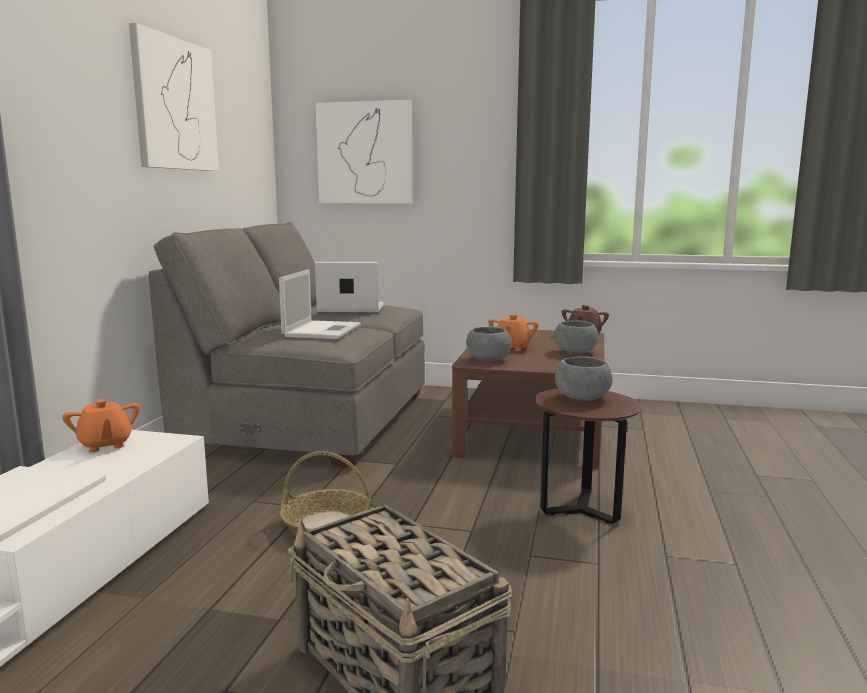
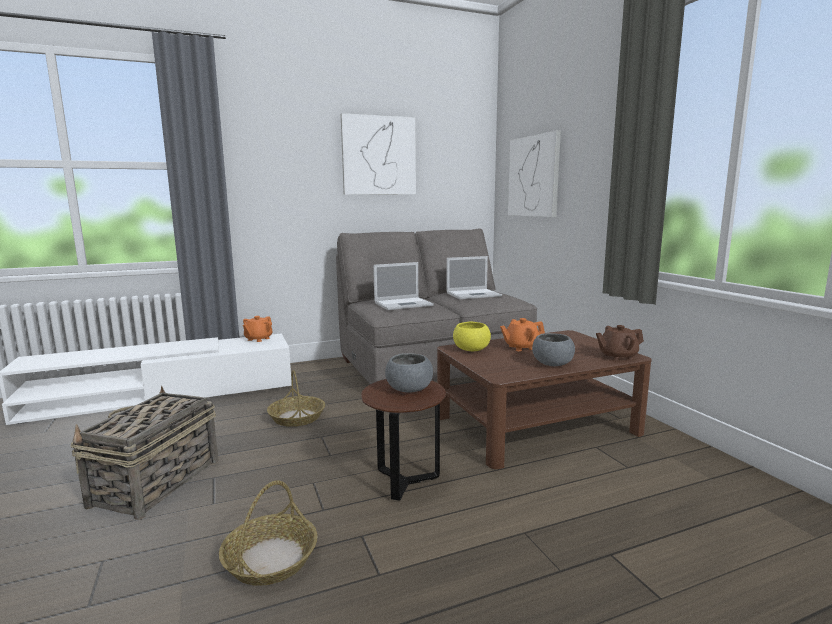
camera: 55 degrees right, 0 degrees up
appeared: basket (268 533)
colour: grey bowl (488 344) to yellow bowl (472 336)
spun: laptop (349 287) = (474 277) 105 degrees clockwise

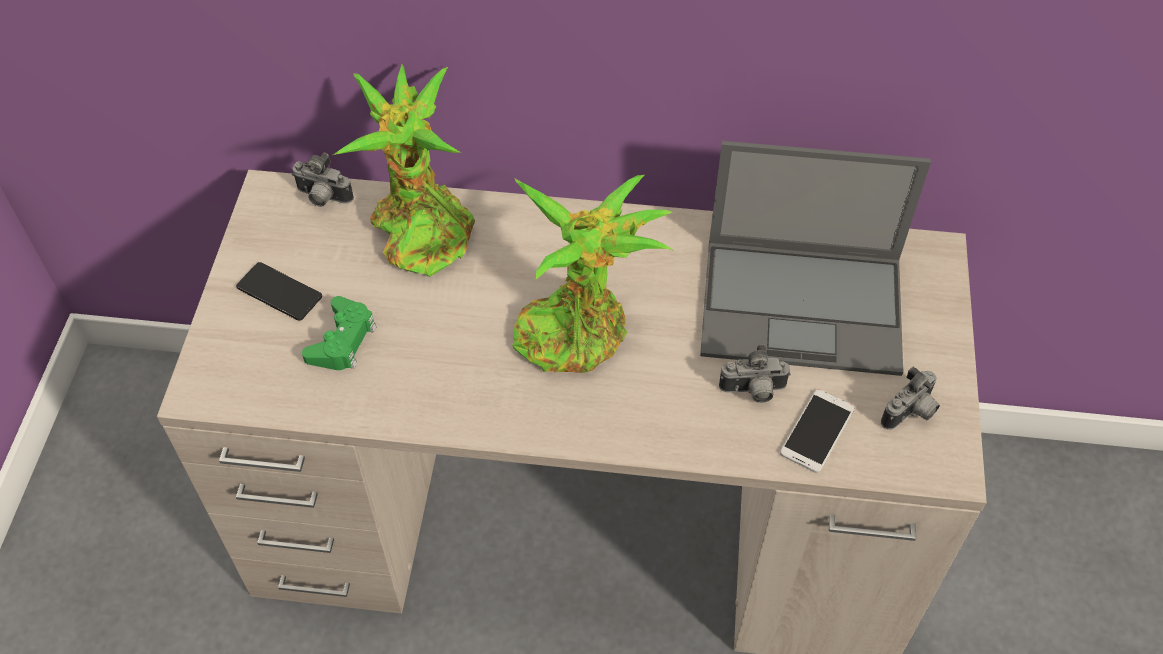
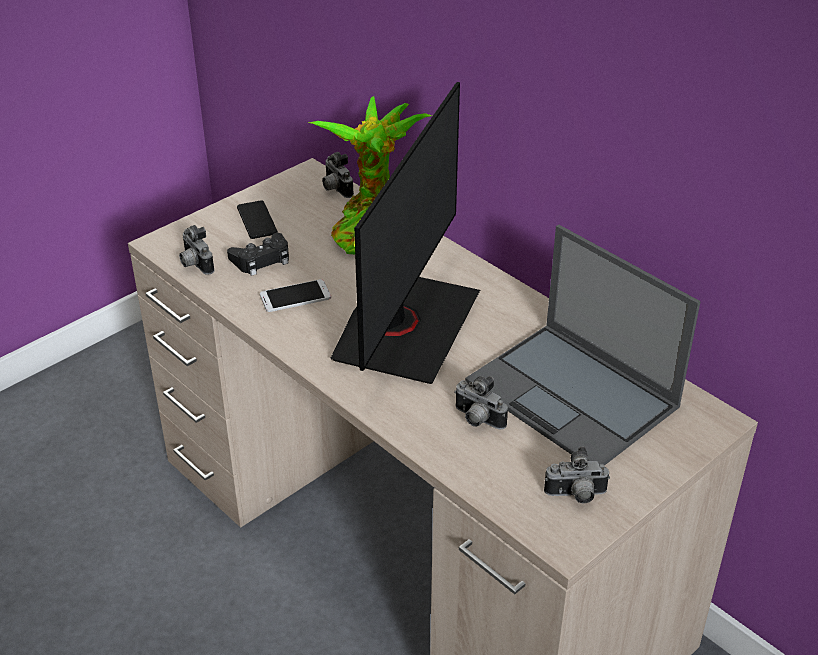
camera: 40 degrees right, 15 degrees down
appeared: photo camera (196 250)
relocated: phone (817 431) to (295 295)
exchanged: potted plant (593 274) to monitor (405 233)
colour: green game controller (339 333) to black game controller (258 254)

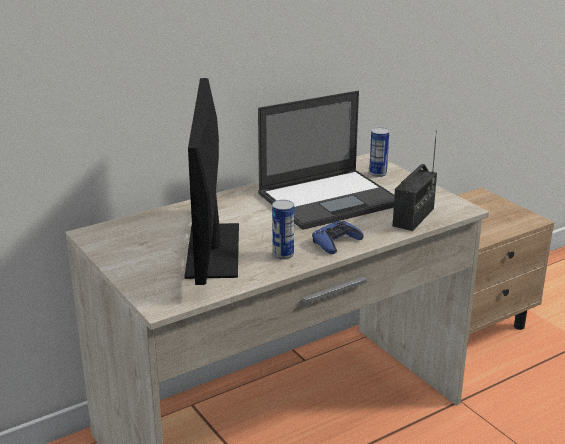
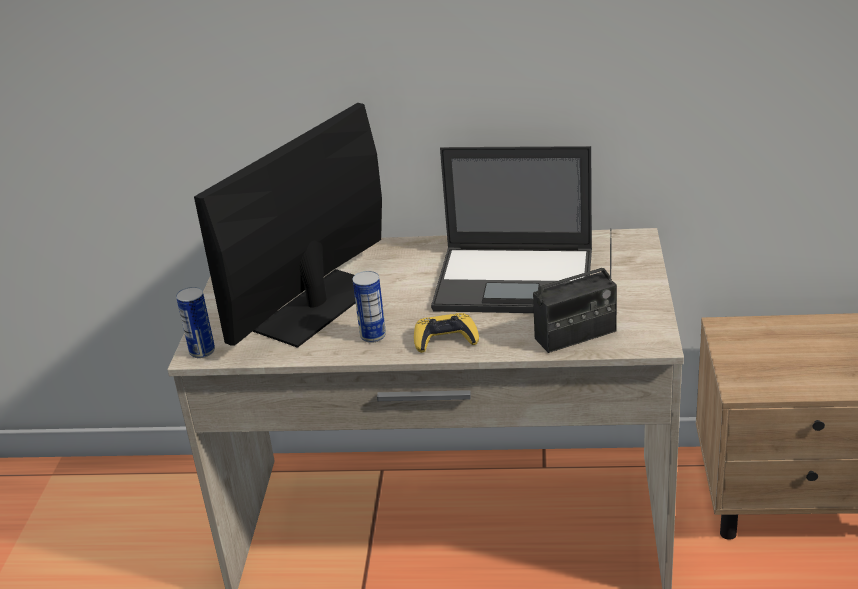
camera: 40 degrees right, 5 degrees up
relocated: can (379 152) to (195 322)
colour: blue game controller (338 237) to yellow game controller (446 333)

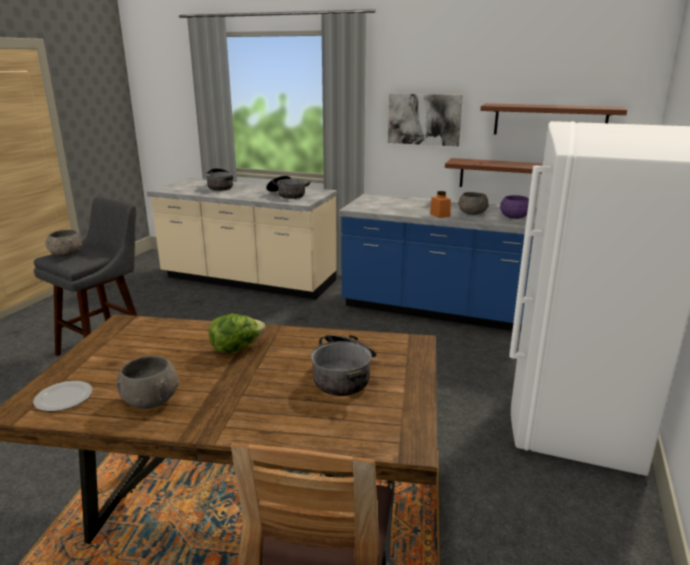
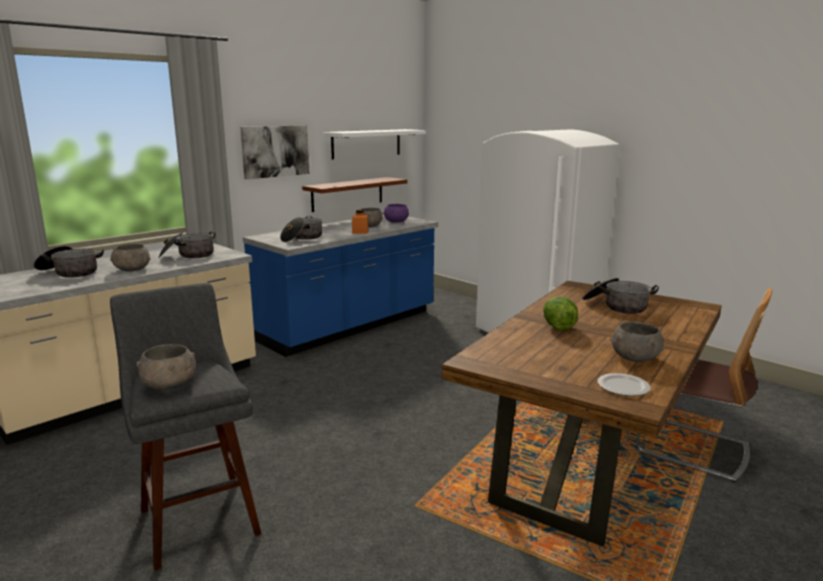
camera: 65 degrees left, 5 degrees down
appeared: grey bowl (130 258); cooking pot (301 229)
colour: brown shelf (553 119) to white shelf (374 144)

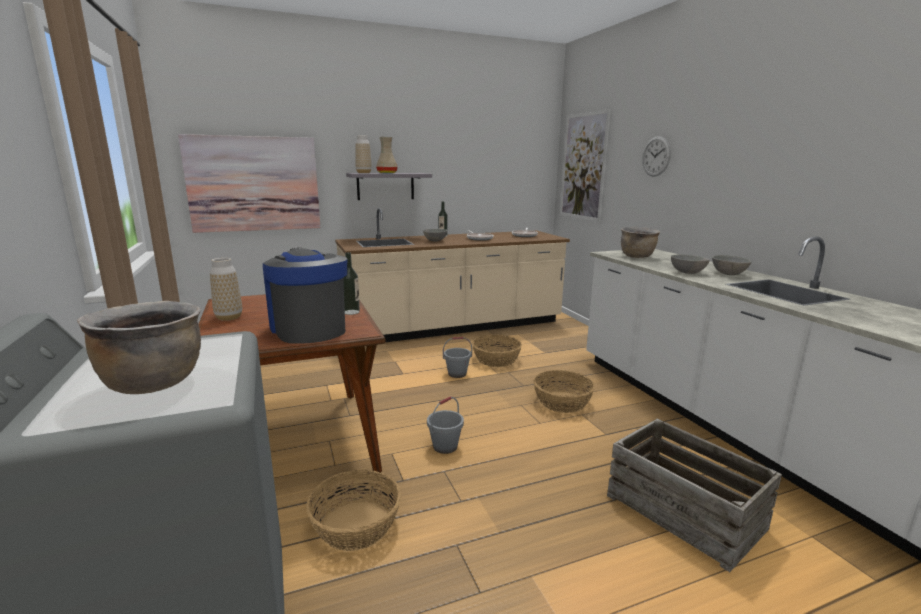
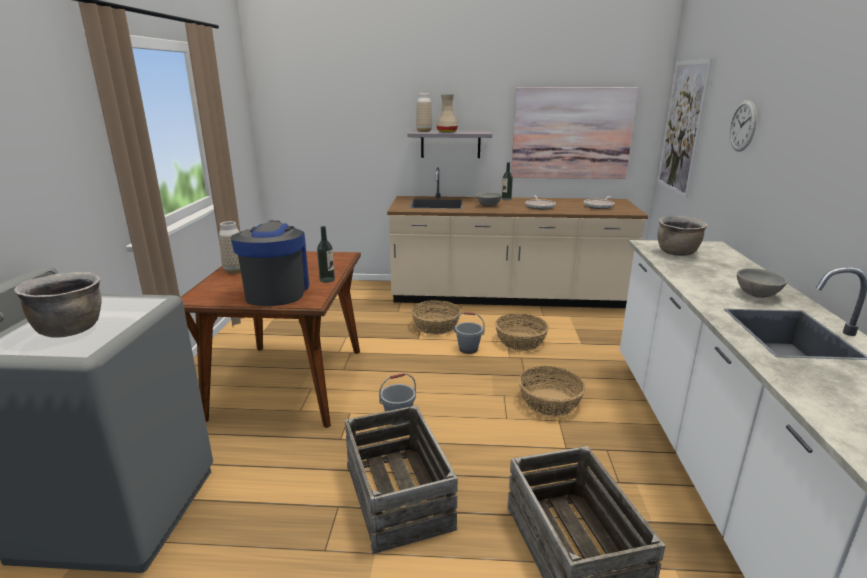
camera: 25 degrees right, 5 degrees up
missing: grey bowl (690 264)
appeared: crate (401 479)
relocated: picture (249 183) to (574 133); basket (353 510) to (436 317)

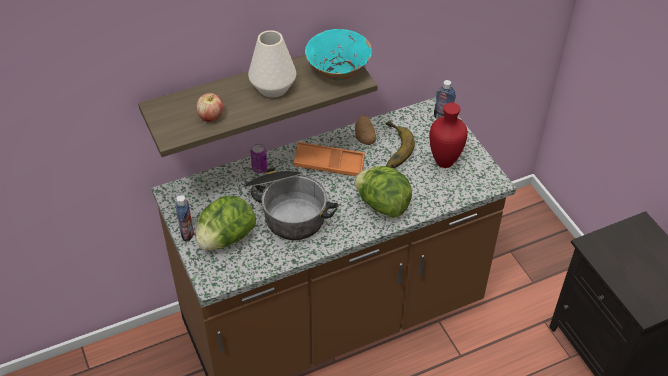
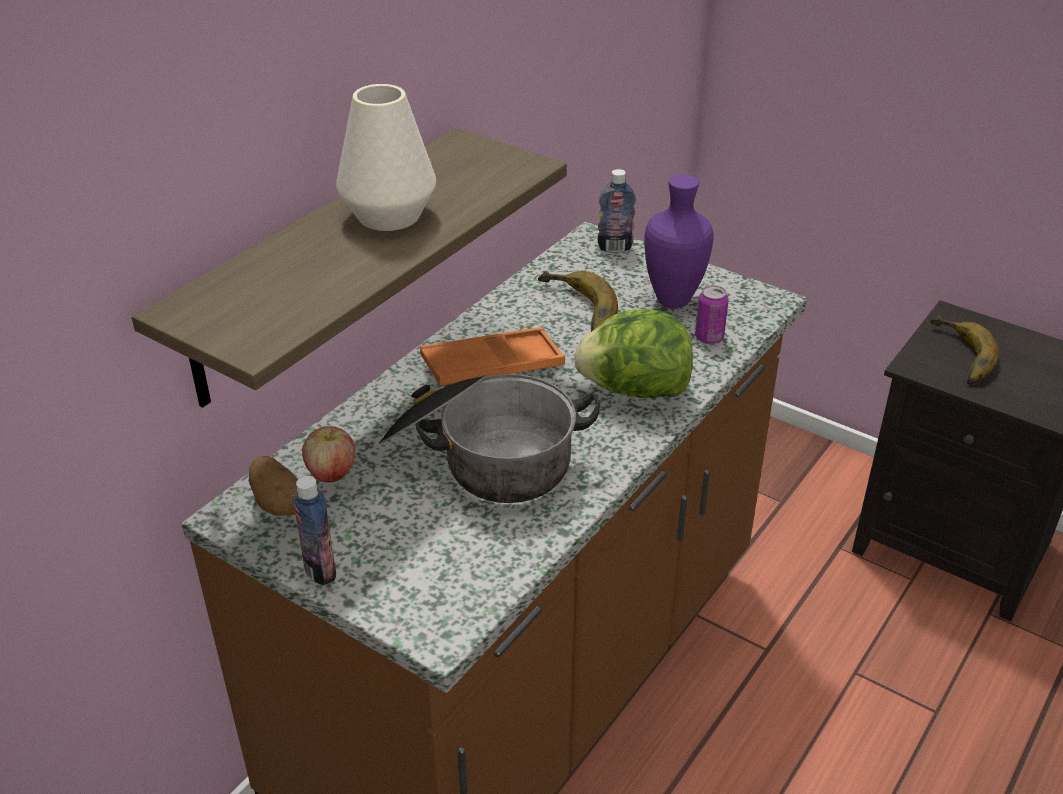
camera: 30 degrees left, 10 degrees down
missing: lettuce (226 223); turquoise bowl (338 55)
appeared: banana (964 350)
relocated: apple (209 107) to (328 454); can (259 158) to (712 314); potato (365 130) to (273 486)
colour: red vase (448 135) to purple vase (679 241)

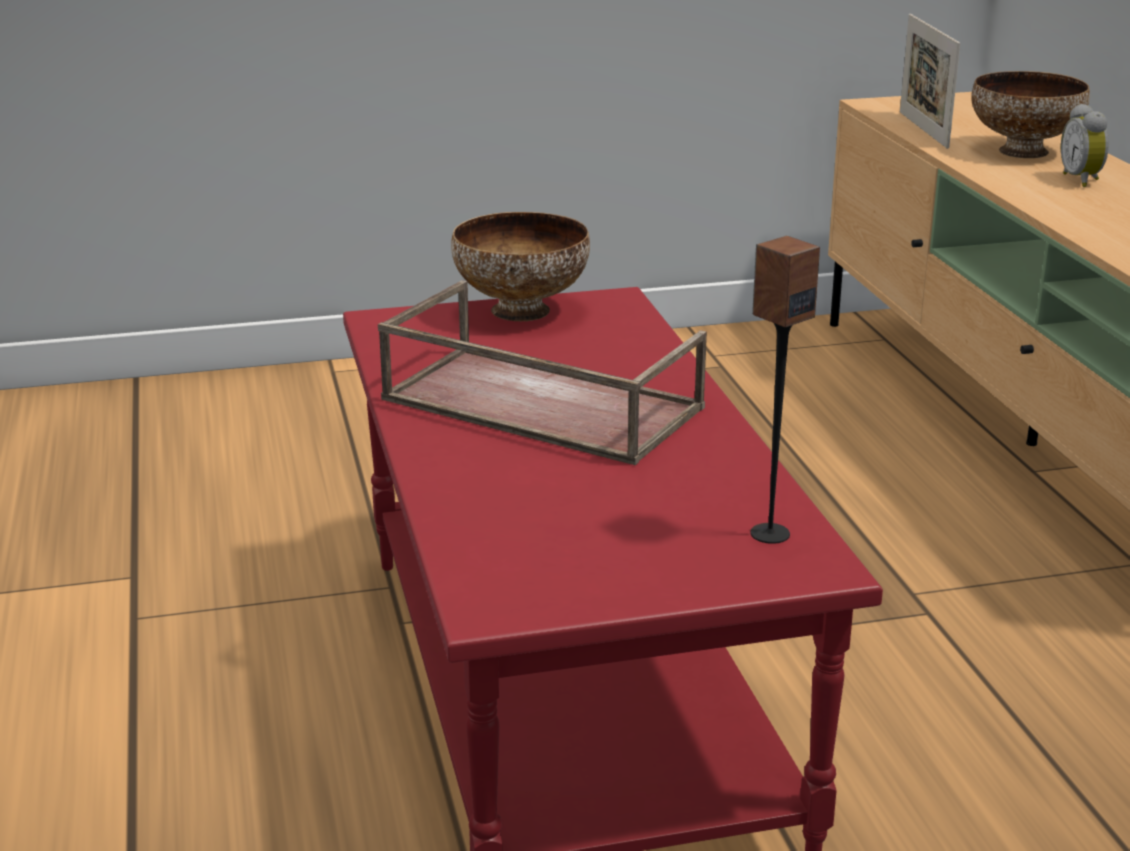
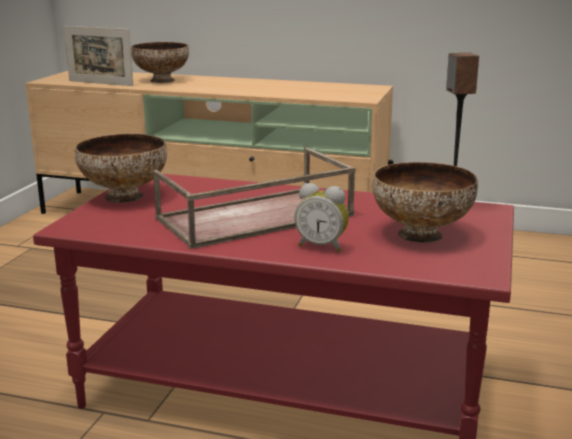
camera: 60 degrees left, 5 degrees down
appeared: bowl (425 202)
relocated: alarm clock (1085 145) to (321 217)

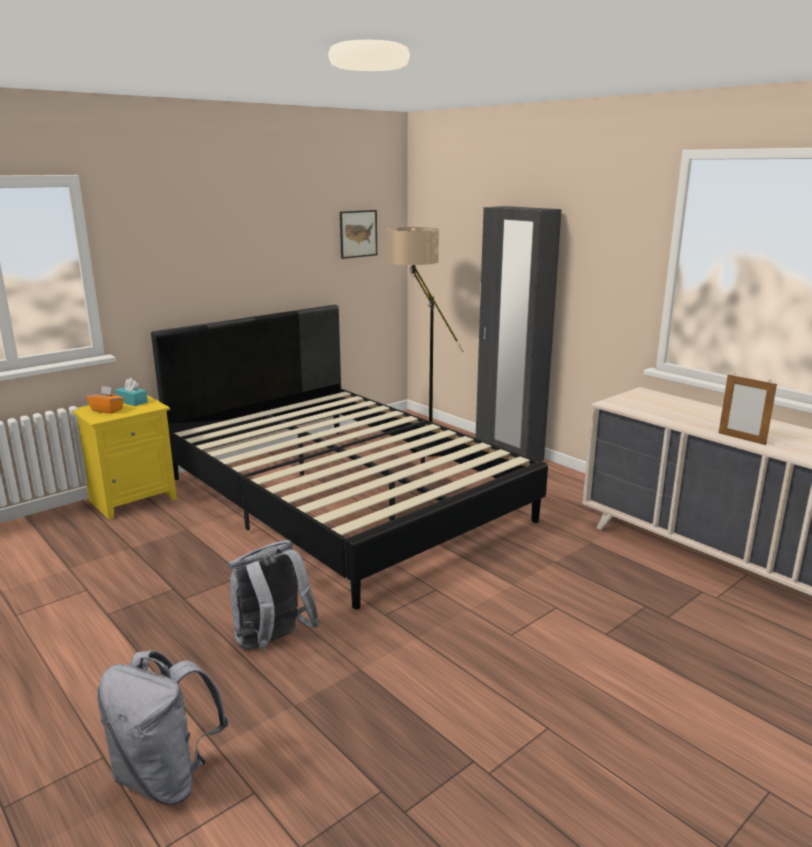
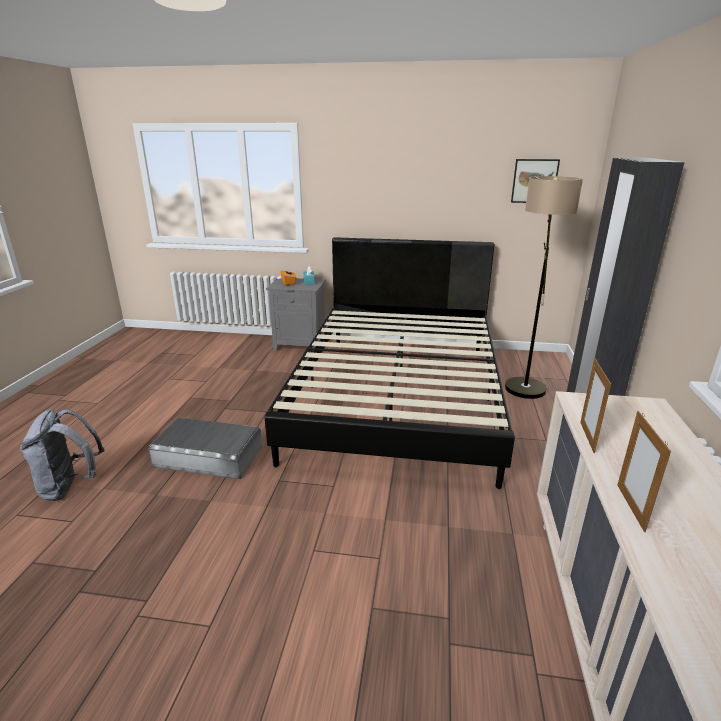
camera: 50 degrees right, 5 degrees up
appeared: picture frame (595 405)
exchanged: grey backpack (274 595) to grey storage box (206 448)
colour: yellow nightstand (125 457) to grey nightstand (296 314)

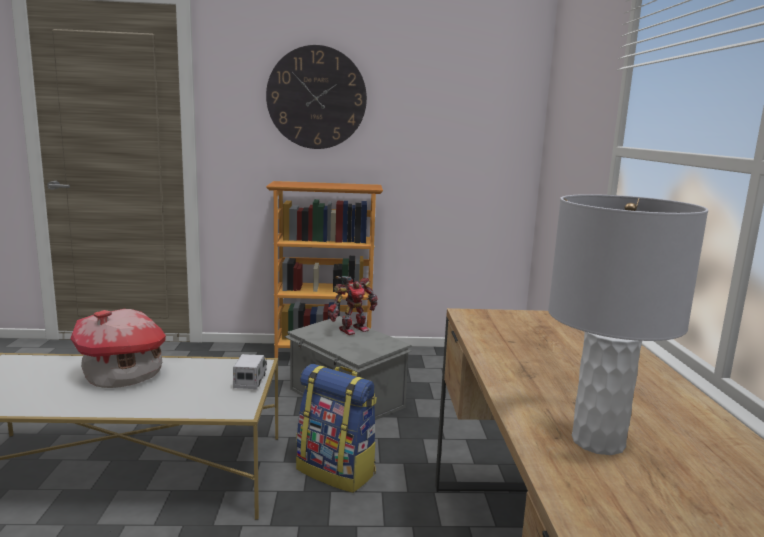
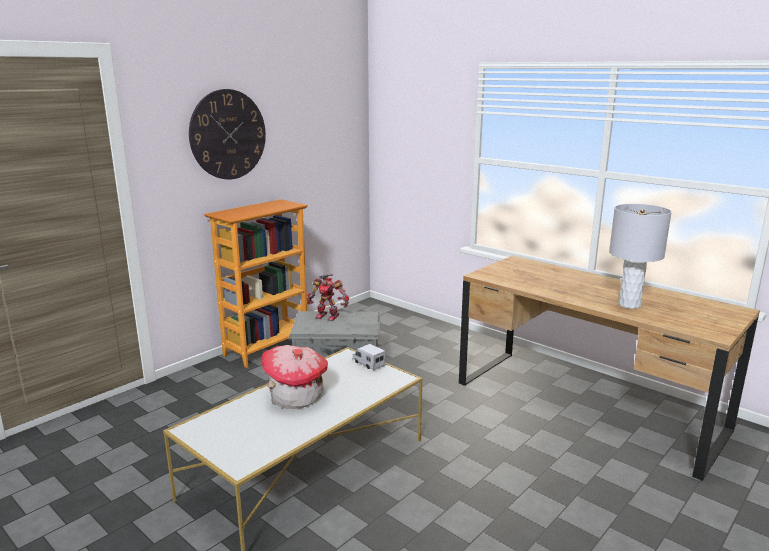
camera: 45 degrees left, 5 degrees up
missing: backpack (336 428)
spun: toy robot (352 305) = (328 297) 105 degrees clockwise

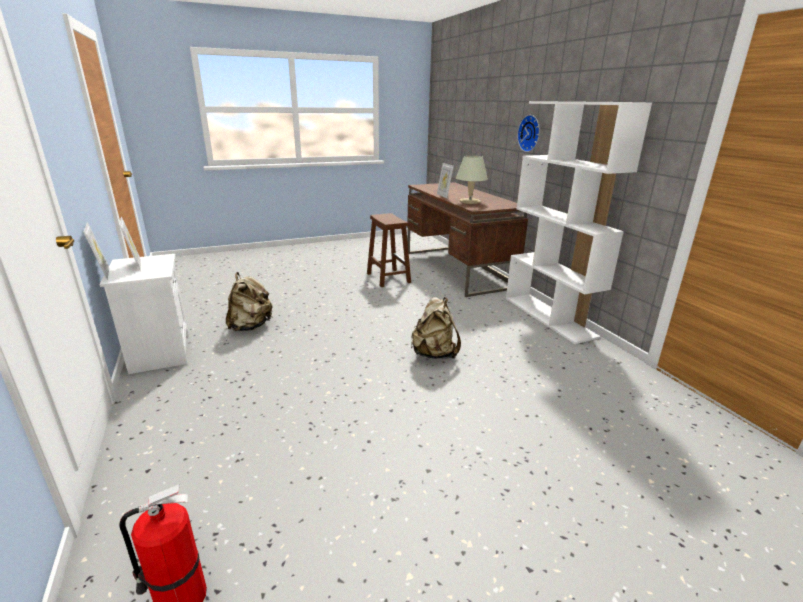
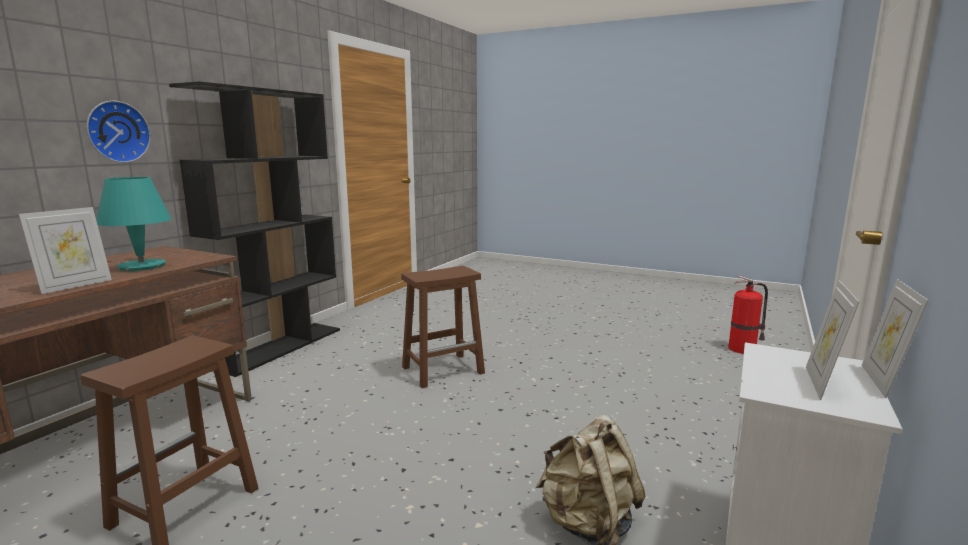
camera: 130 degrees left, 10 degrees down
exchanged: beige backpack (436 328) to brown stool (443 327)
colour: beige table lamp (472 180) to turquoise table lamp (134 224); white bookcase (579 222) to black bookcase (254 229)

